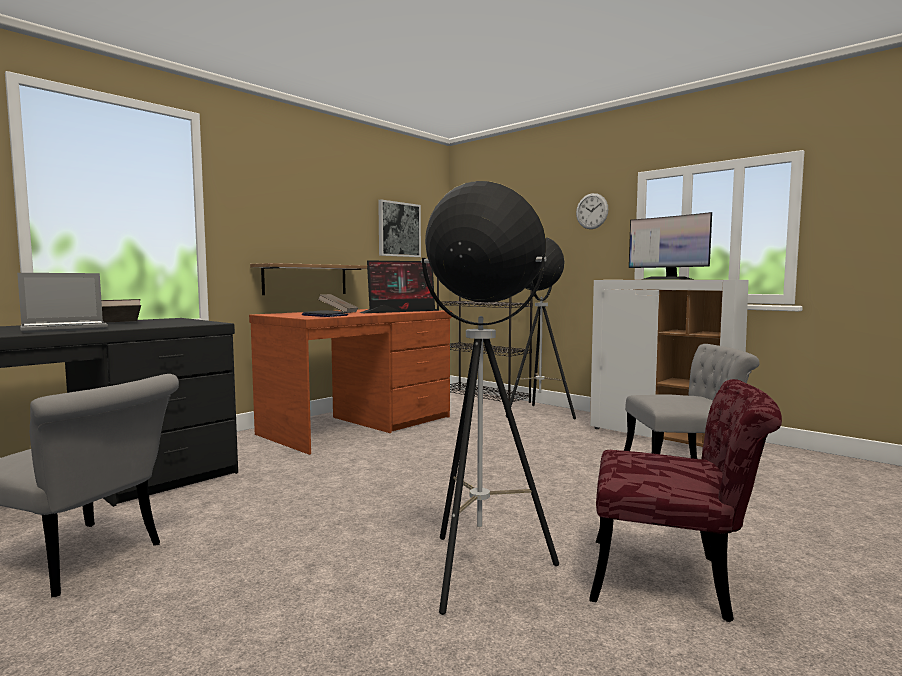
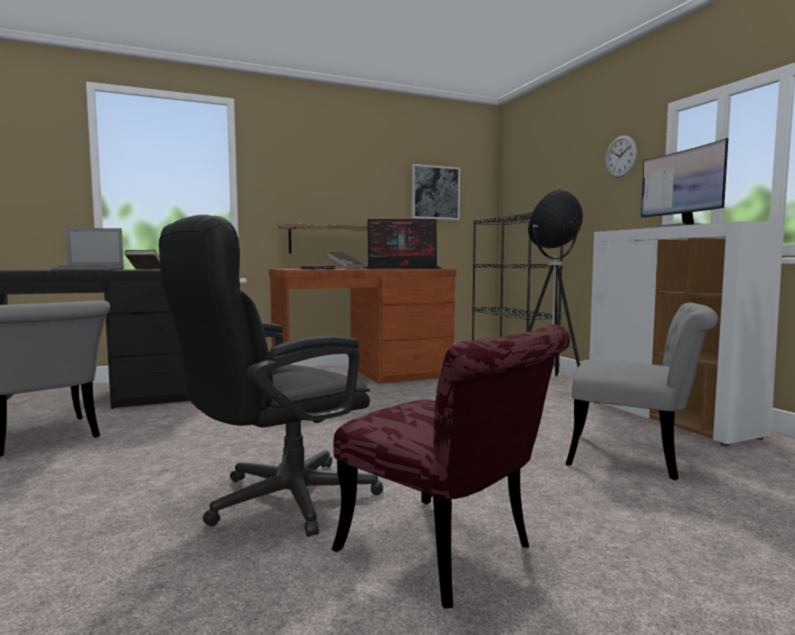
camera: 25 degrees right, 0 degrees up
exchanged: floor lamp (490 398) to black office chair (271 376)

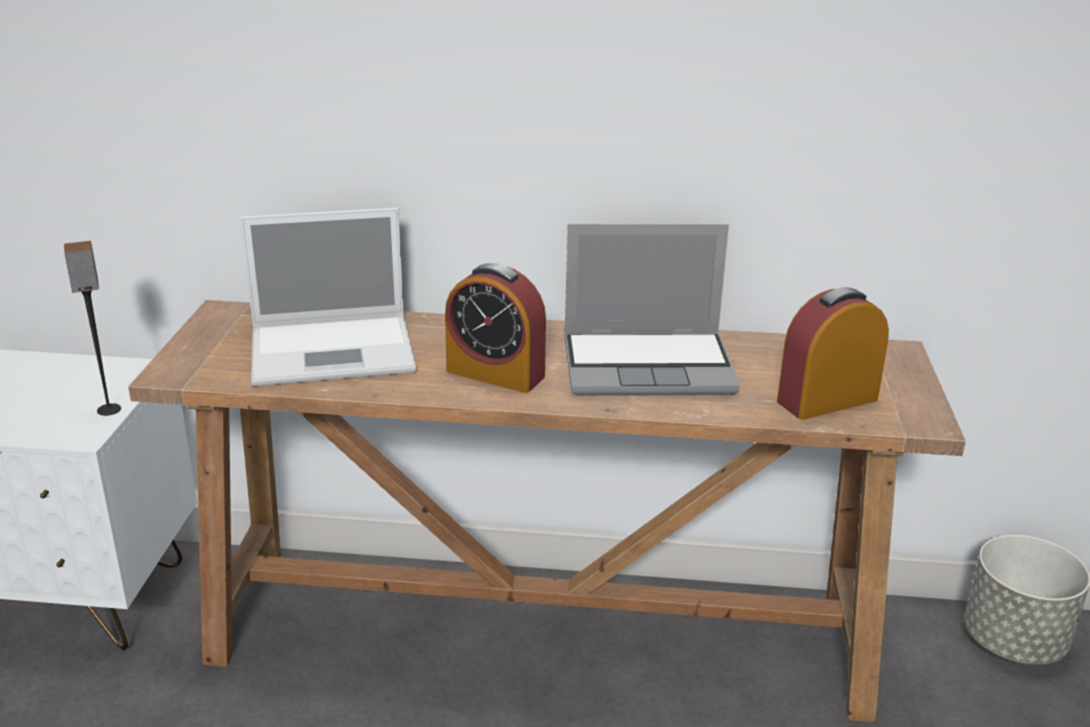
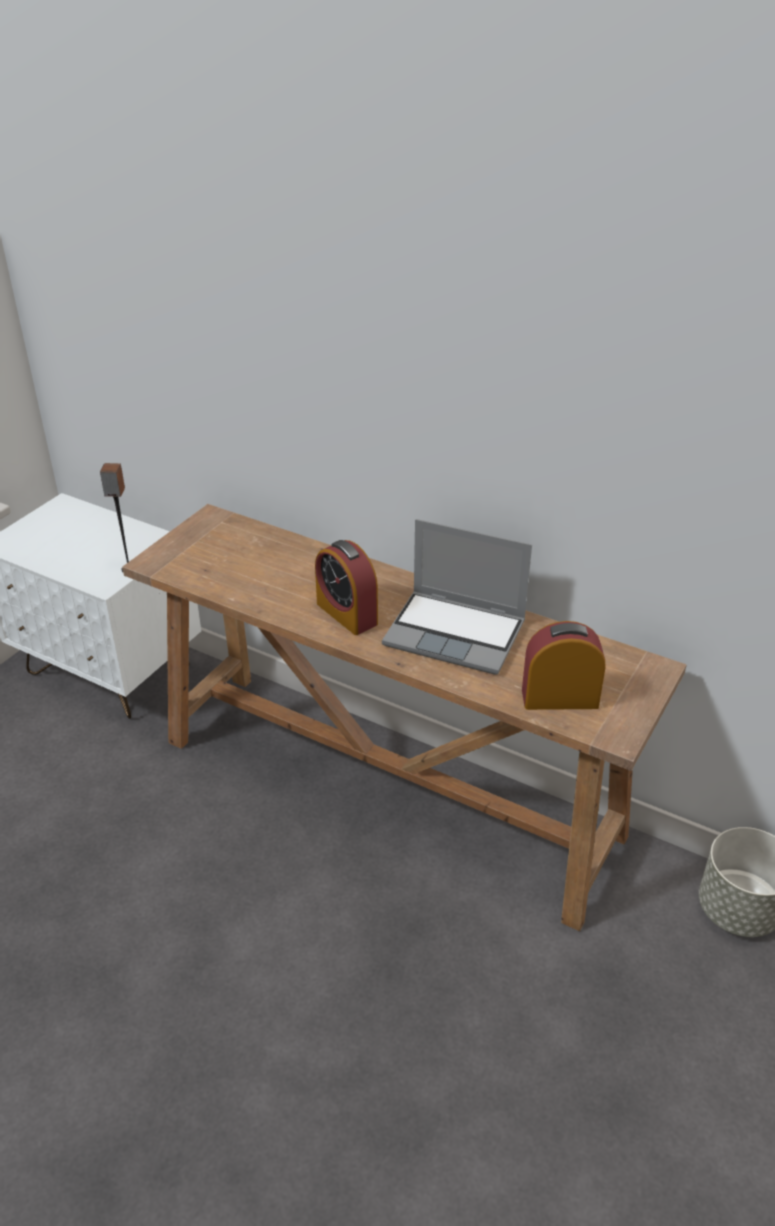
camera: 25 degrees right, 10 degrees up
missing: laptop (328 296)

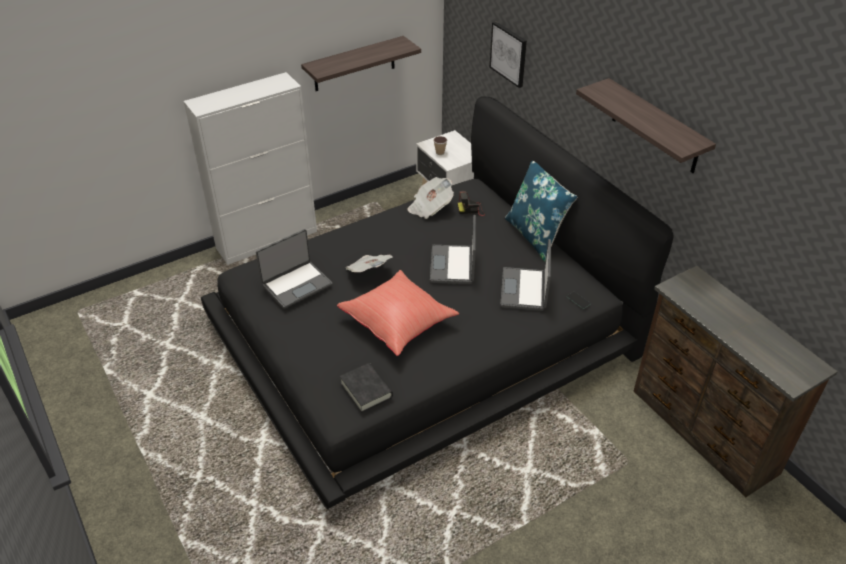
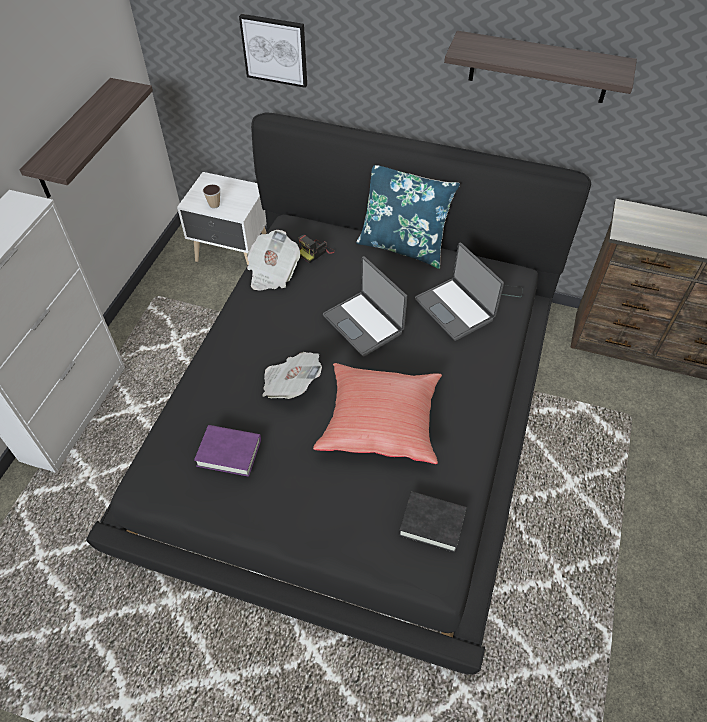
camera: 40 degrees left, 10 degrees up
exchanged: laptop (294 269) to purple book (227 451)

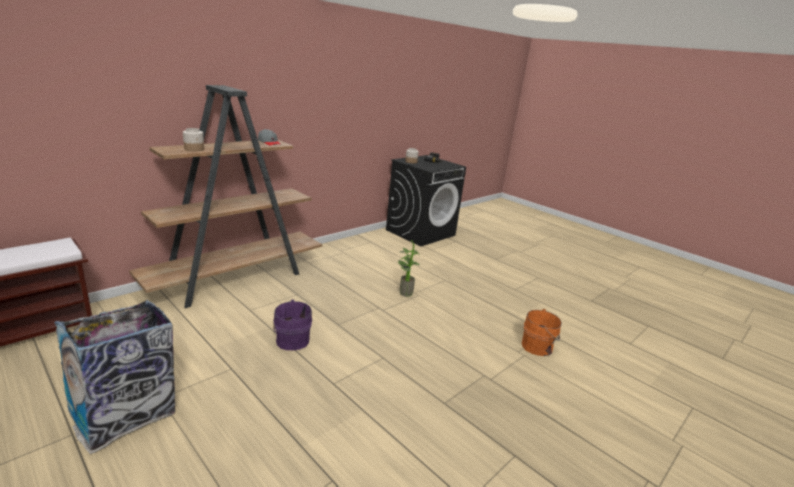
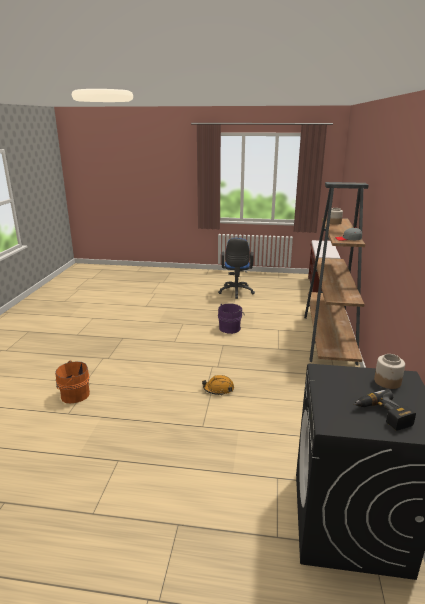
camera: 145 degrees right, 0 degrees up
exchanged: trash can (114 377) to blue office chair (236 268); potted plant (409 268) to orange hard hat (218 385)

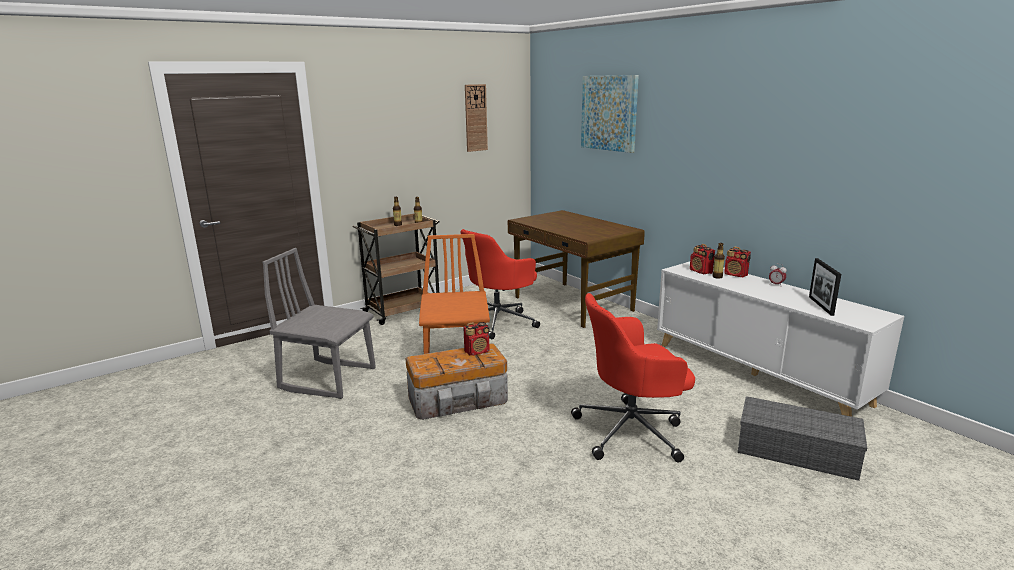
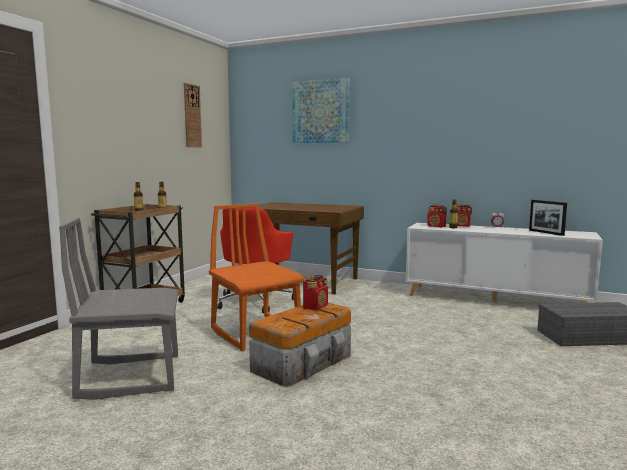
camera: 30 degrees left, 10 degrees down
missing: red office chair (633 378)

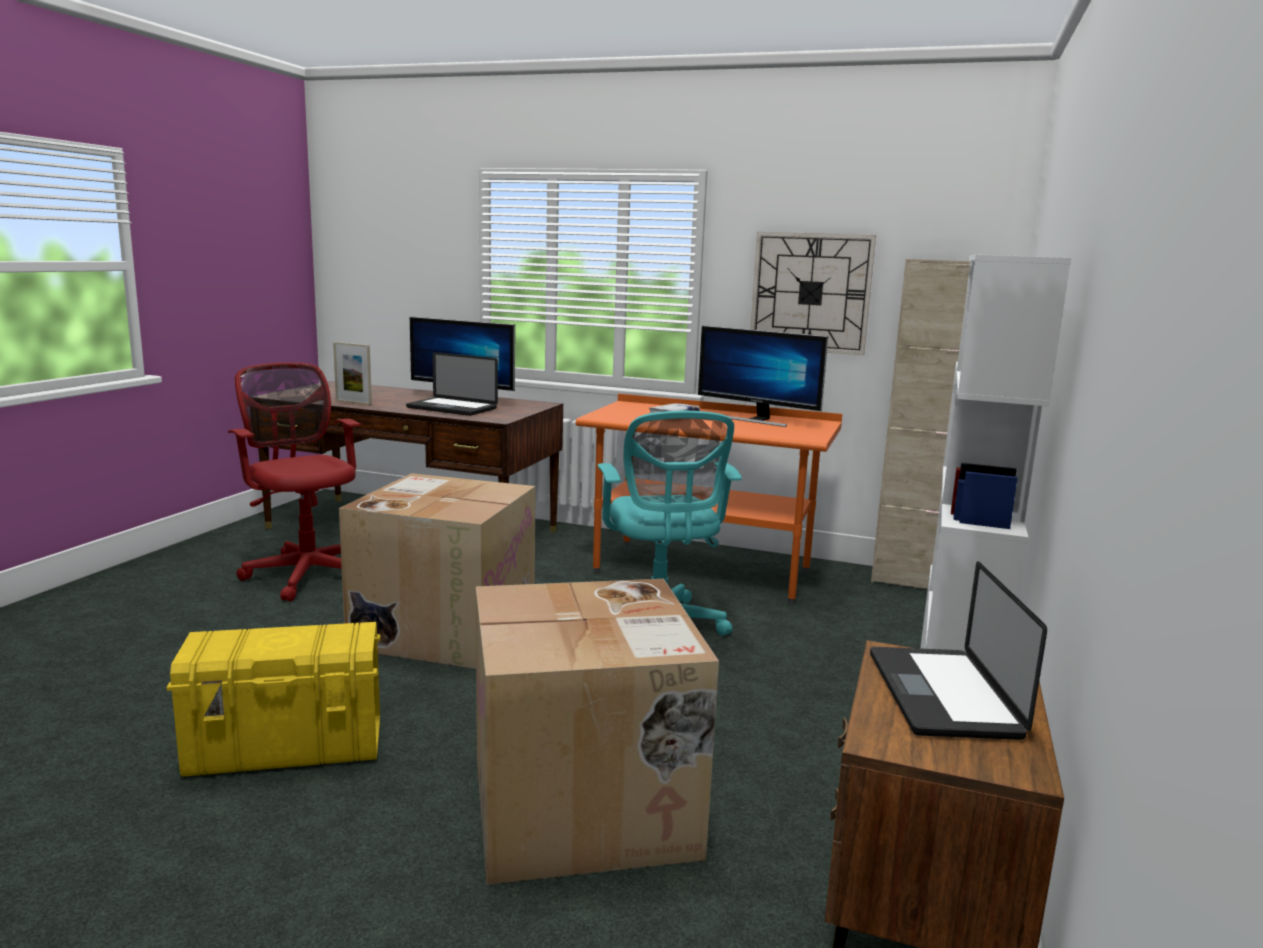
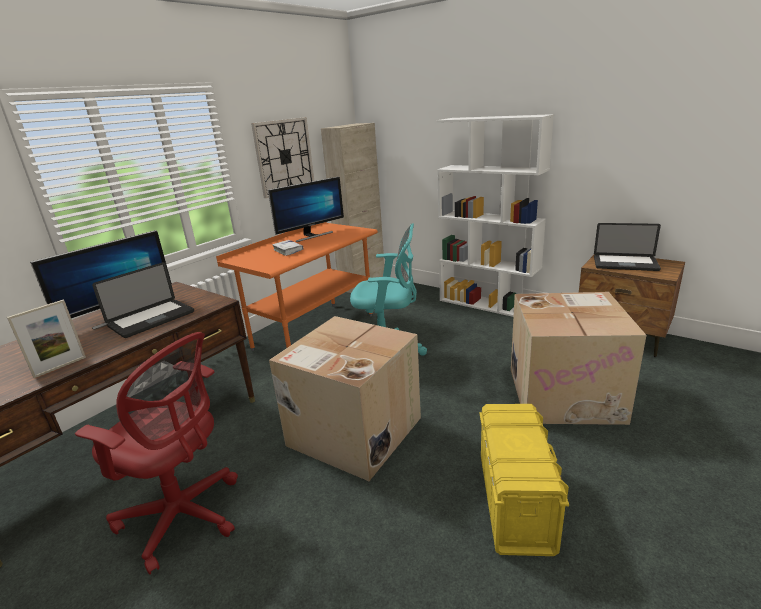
camera: 70 degrees left, 10 degrees up
spun: red office chair (294 482) = (156 453) 135 degrees counterclockwise

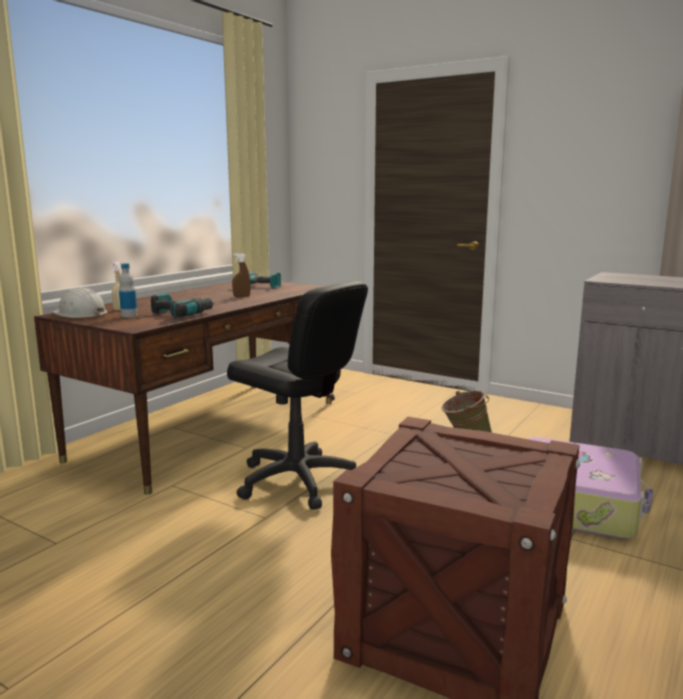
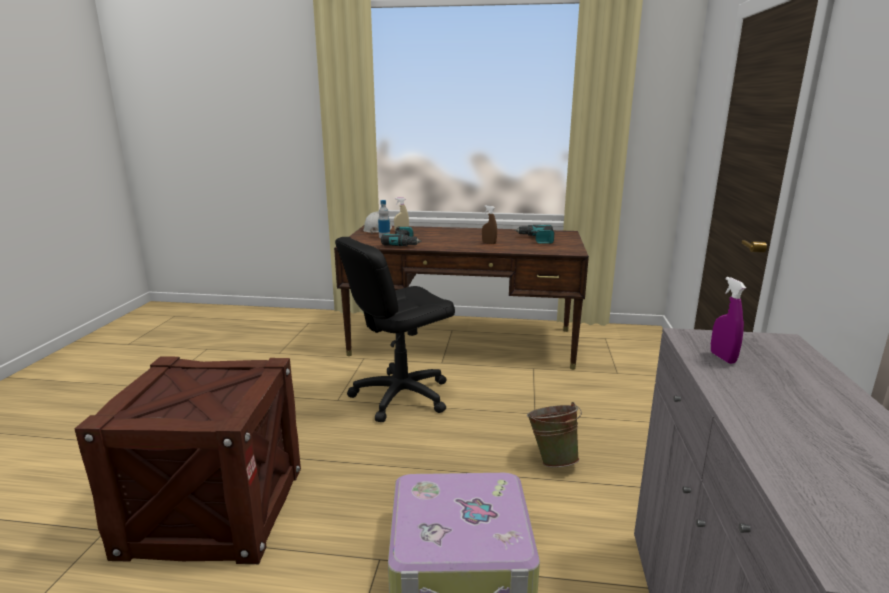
camera: 65 degrees right, 5 degrees up
appeared: purple spray bottle (728 320)
spun: black office chair (297 395) = (395 329) 45 degrees clockwise

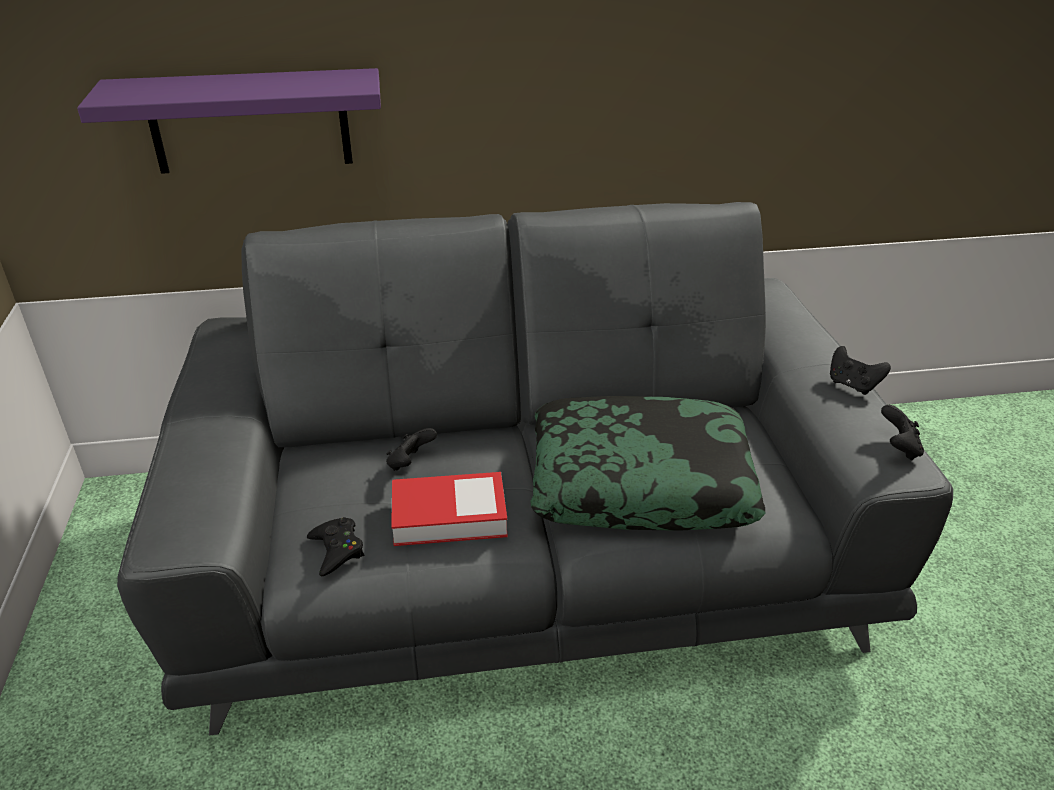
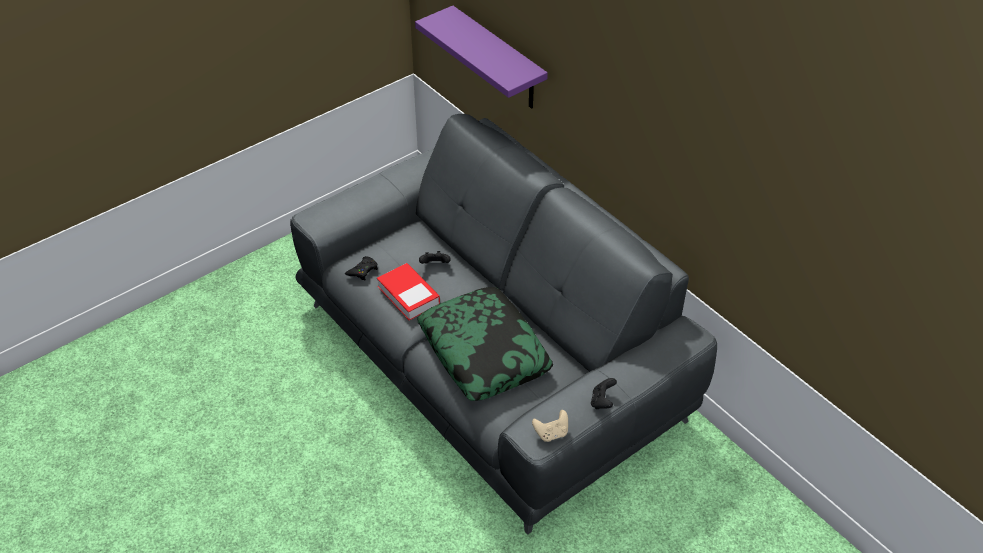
camera: 60 degrees right, 10 degrees up
colour: black game controller (902 432) to beige game controller (550 426)

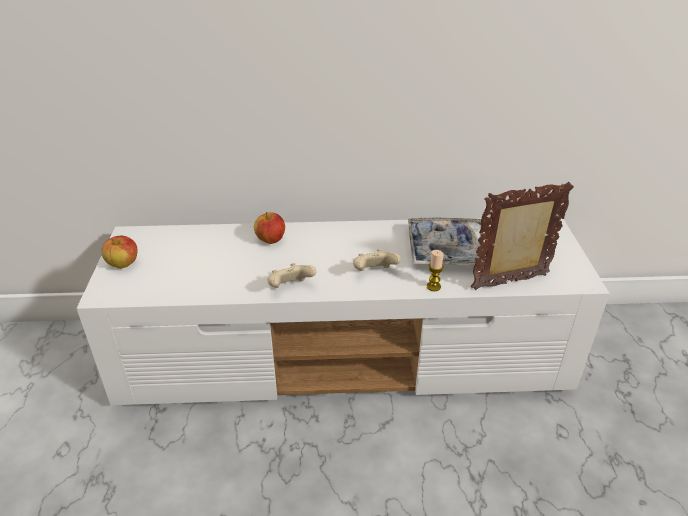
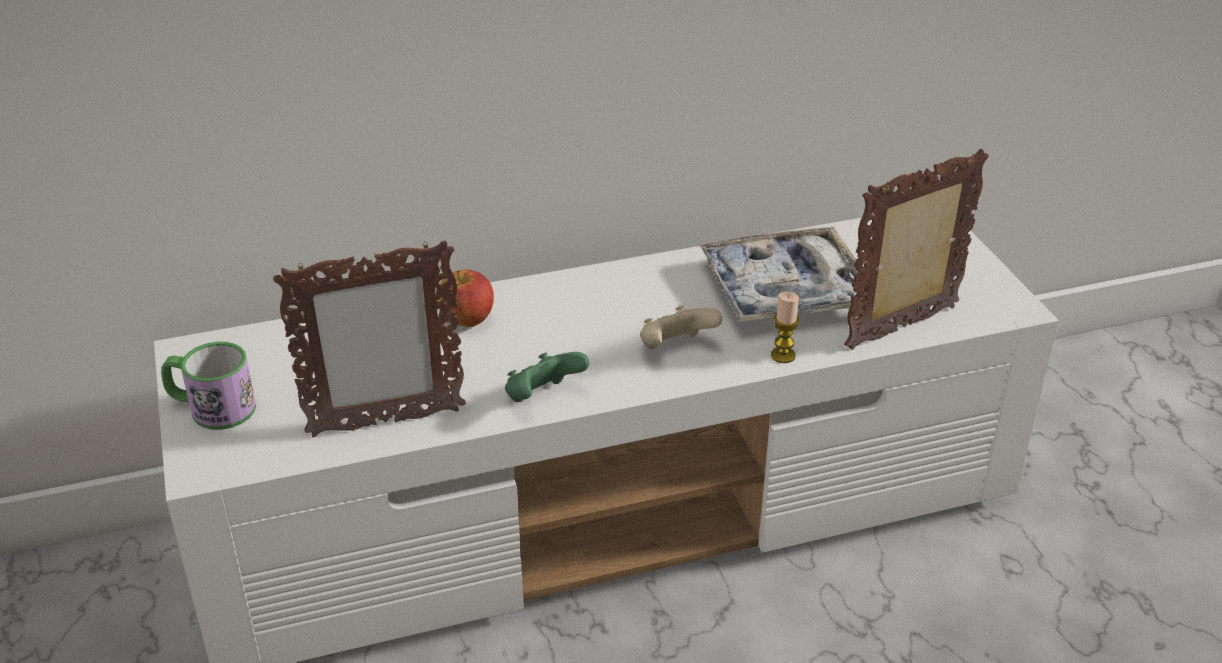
camera: 15 degrees left, 0 degrees up
appeared: picture frame (369 339)
exchanged: apple (119 252) to mug (208 386)
colour: beige game controller (291 275) to green game controller (547 377)

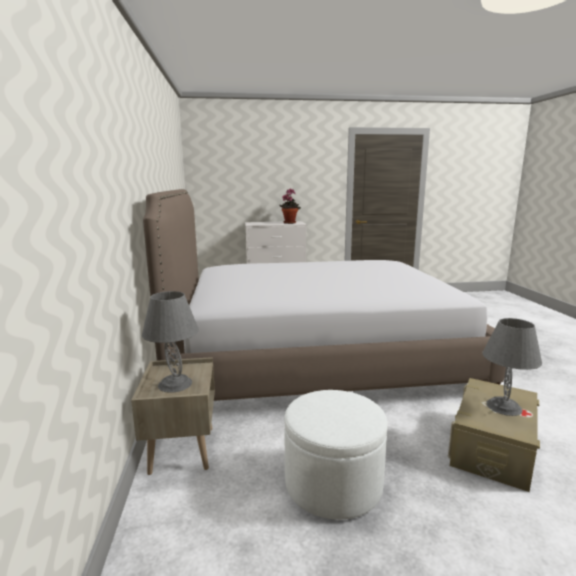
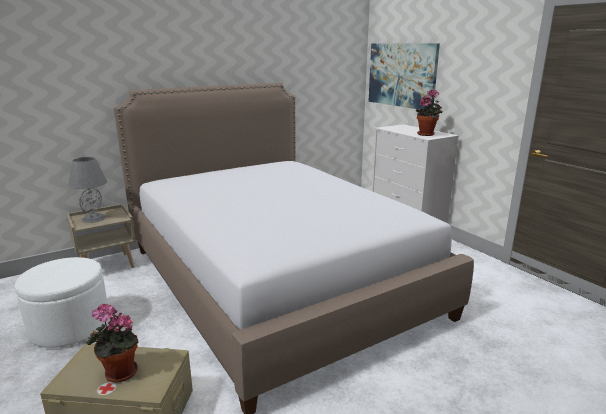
camera: 65 degrees right, 5 degrees up
appeared: picture (404 76)
exchanged: grey table lamp (512 367) to potted plant (112 343)

